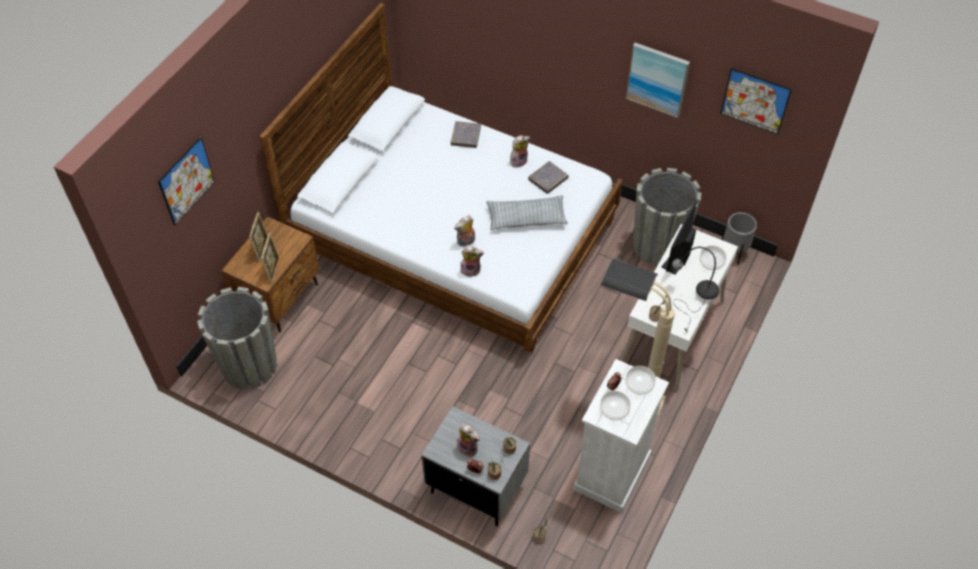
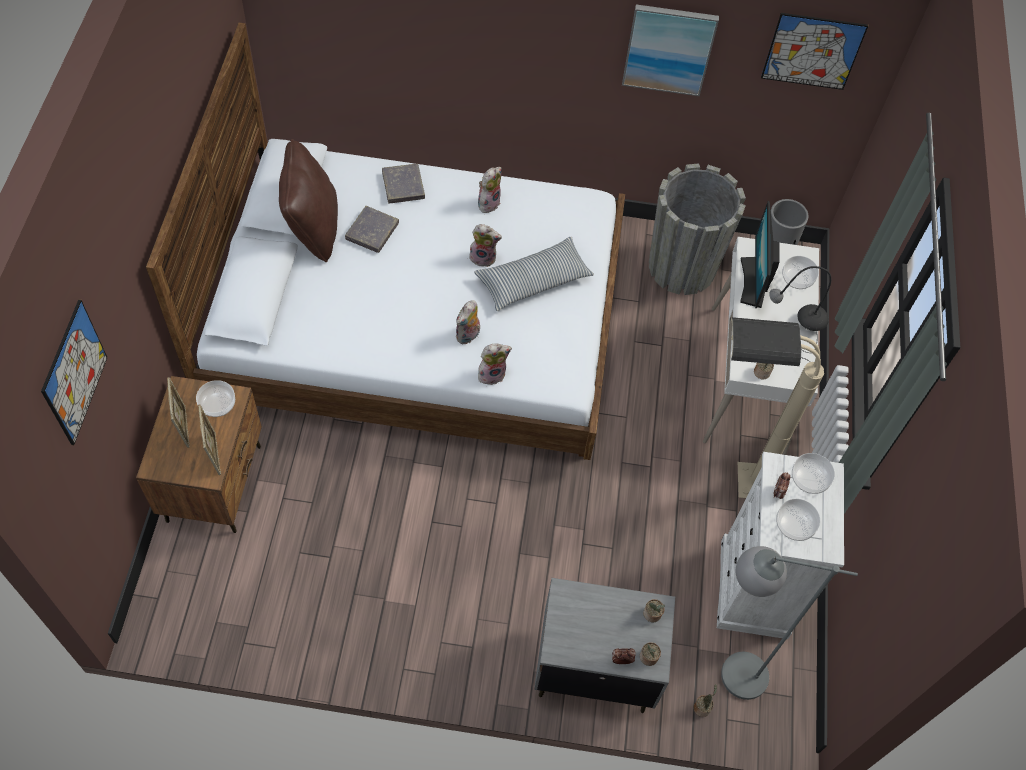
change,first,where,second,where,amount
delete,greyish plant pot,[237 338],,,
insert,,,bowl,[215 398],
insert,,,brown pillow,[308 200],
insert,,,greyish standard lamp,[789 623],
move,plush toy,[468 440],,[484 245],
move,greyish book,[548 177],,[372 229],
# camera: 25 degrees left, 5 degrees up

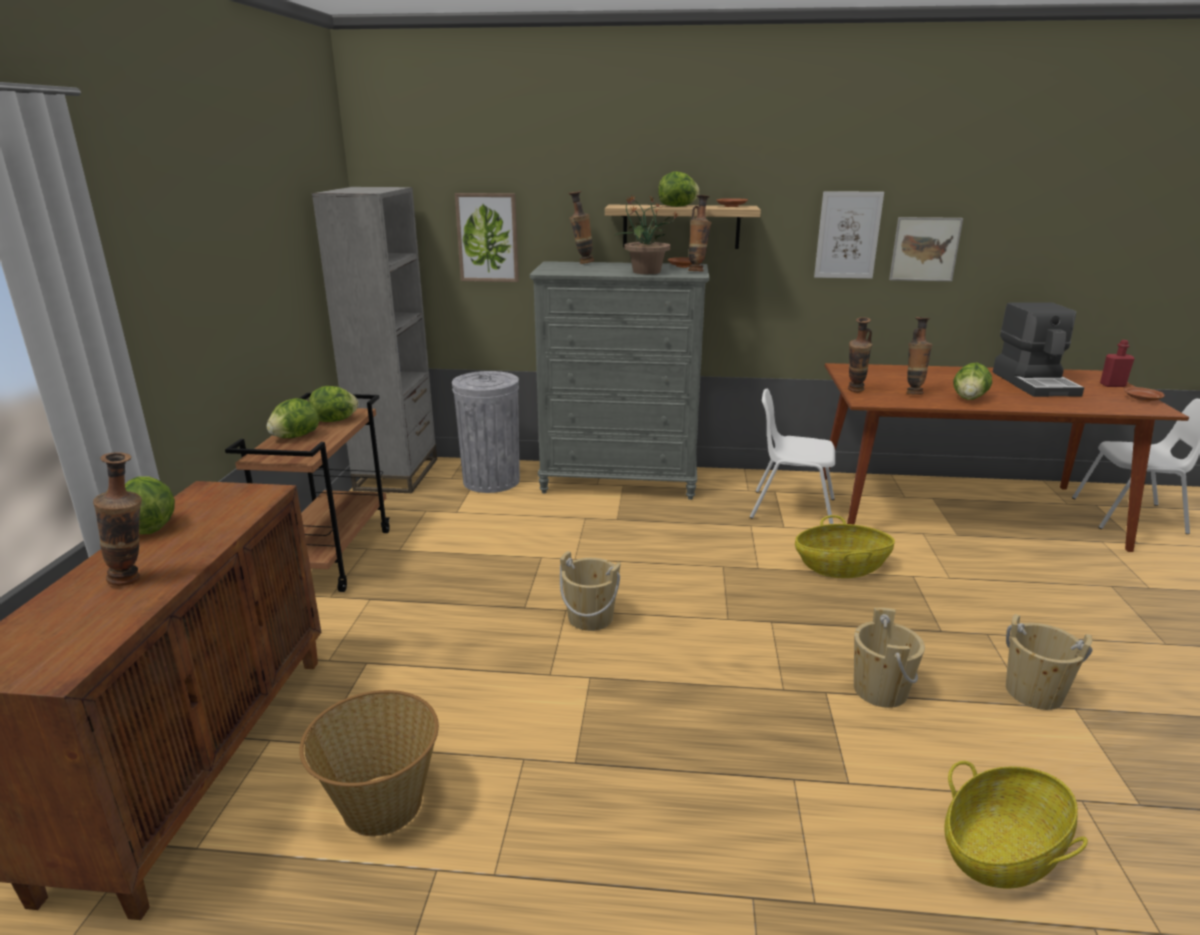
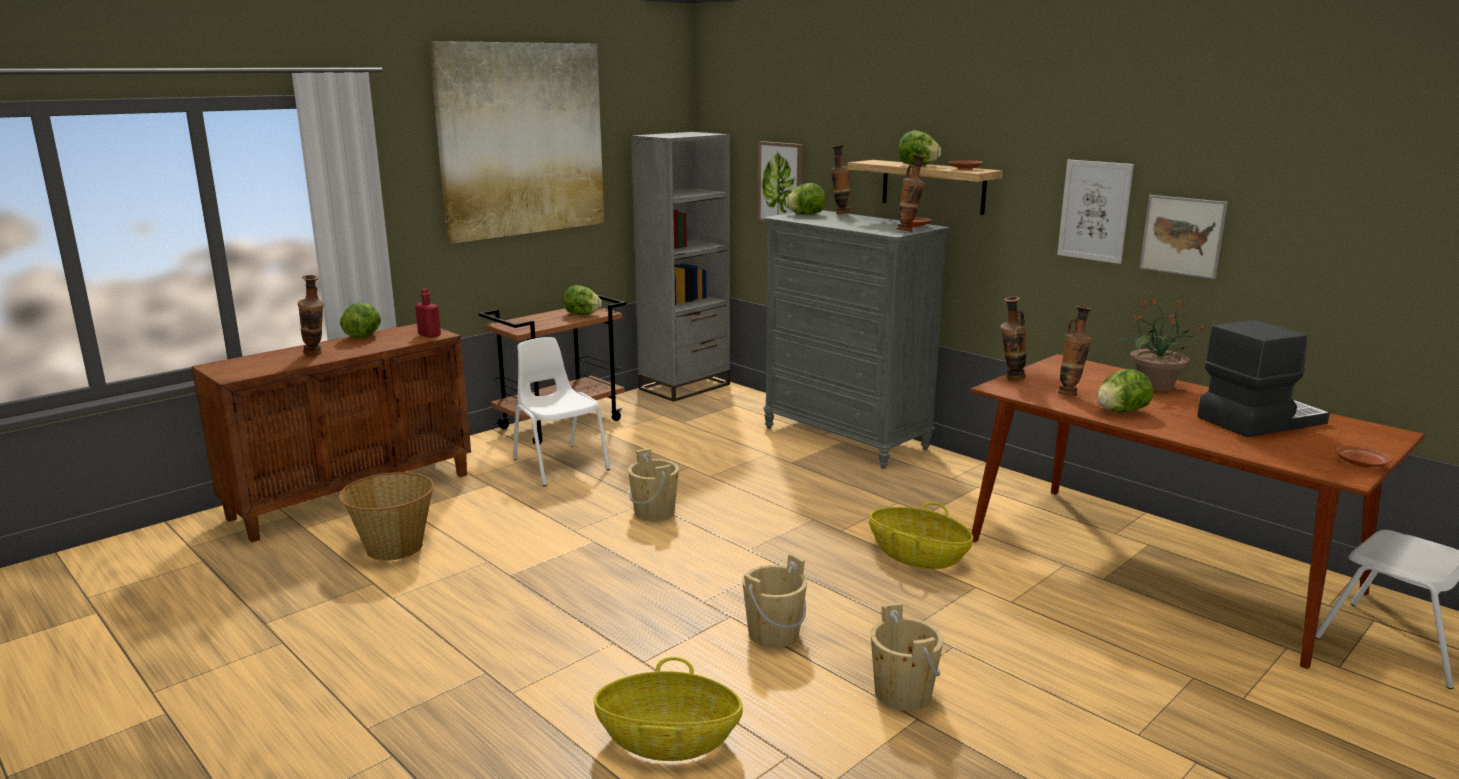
change,first,where,second,where,amount
delete,greyish trash can,[486 432],,,
insert,,,wall picture,[516 142],
move,head of lettuce,[293 418],,[805 199],
move,plant in a pot,[646 235],,[1161 345],
move,white-coloured chair,[792 456],,[561 411],
move,red drink bottle,[1117 363],,[428 313],
rotate,coffee machine,[1038 349],,[1263 378],150 degrees counterclockwise
# camera: 40 degrees right, 5 degrees down

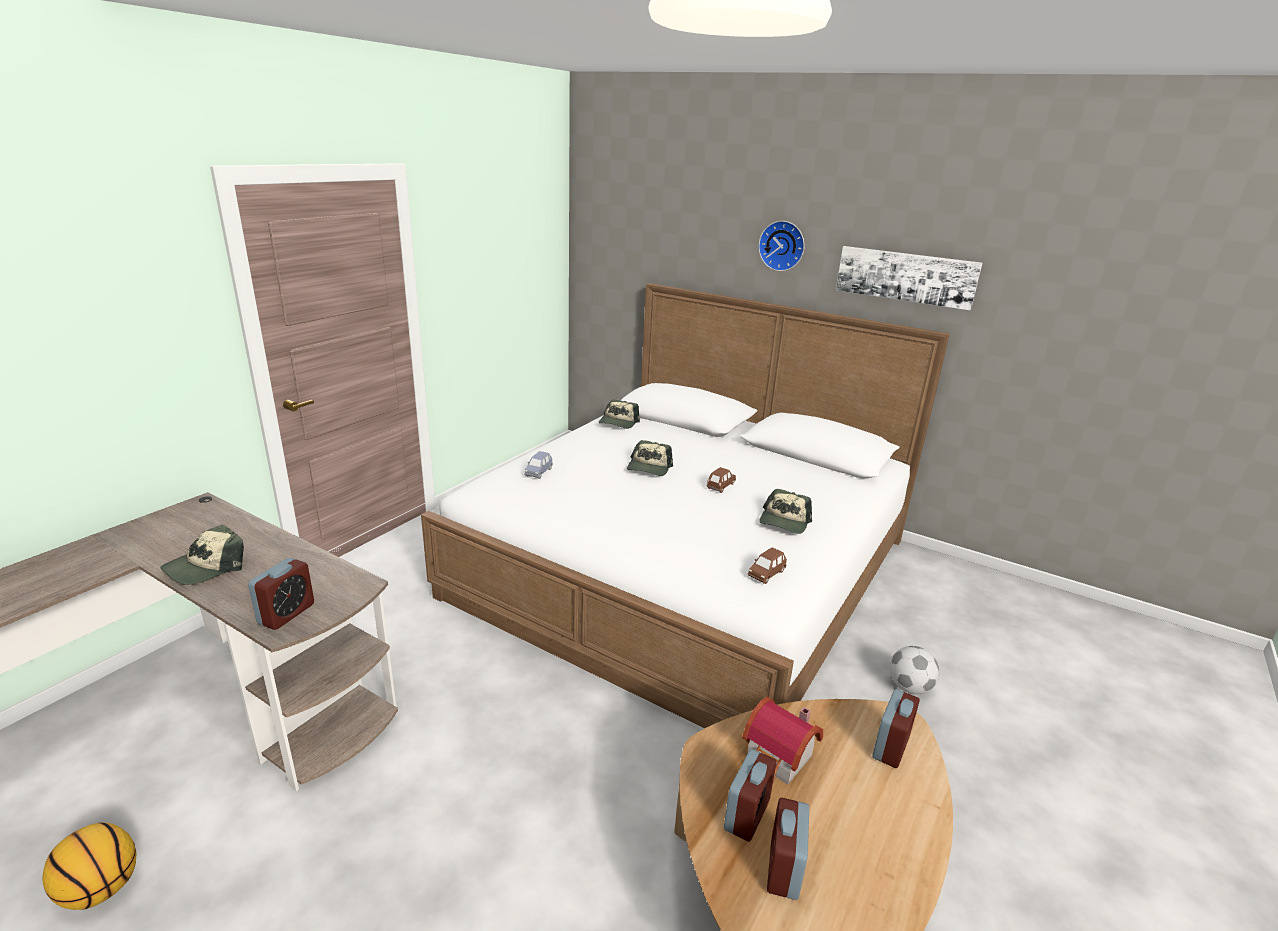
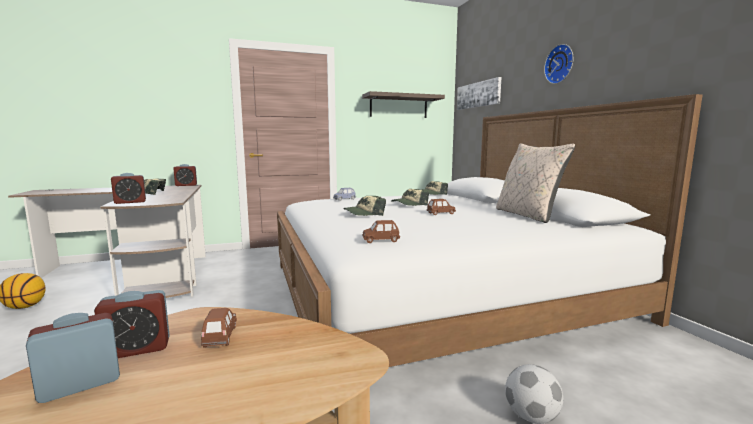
change,first,where,second,where,amount
insert,,,wall shelf,[403 104],
insert,,,beige-coloured pillow,[535 183],
move,baseball cap,[785 511],,[364 206],
move,wall picture,[909 278],,[479 93],
move,bedside clock,[896 728],,[185 175],
replace,miniature house,[782 741],brown model car,[219 328],
# camera: 40 degrees right, 15 degrees down

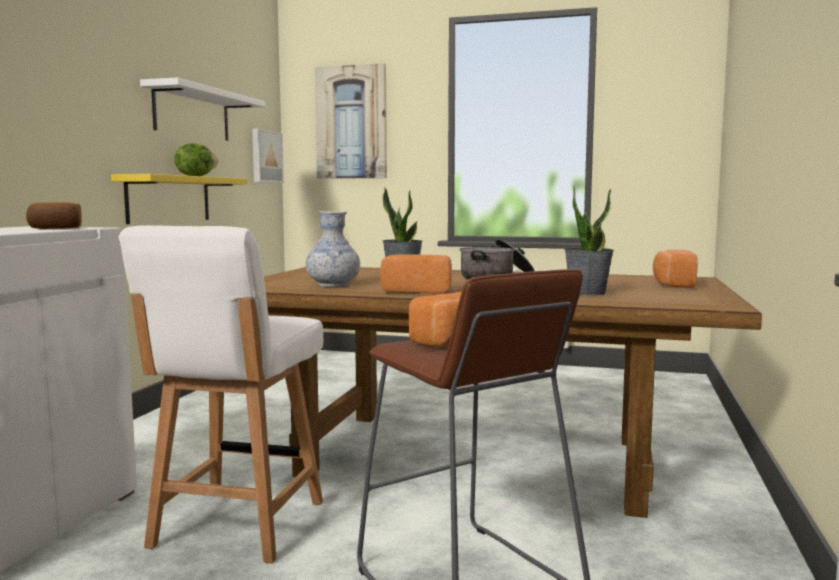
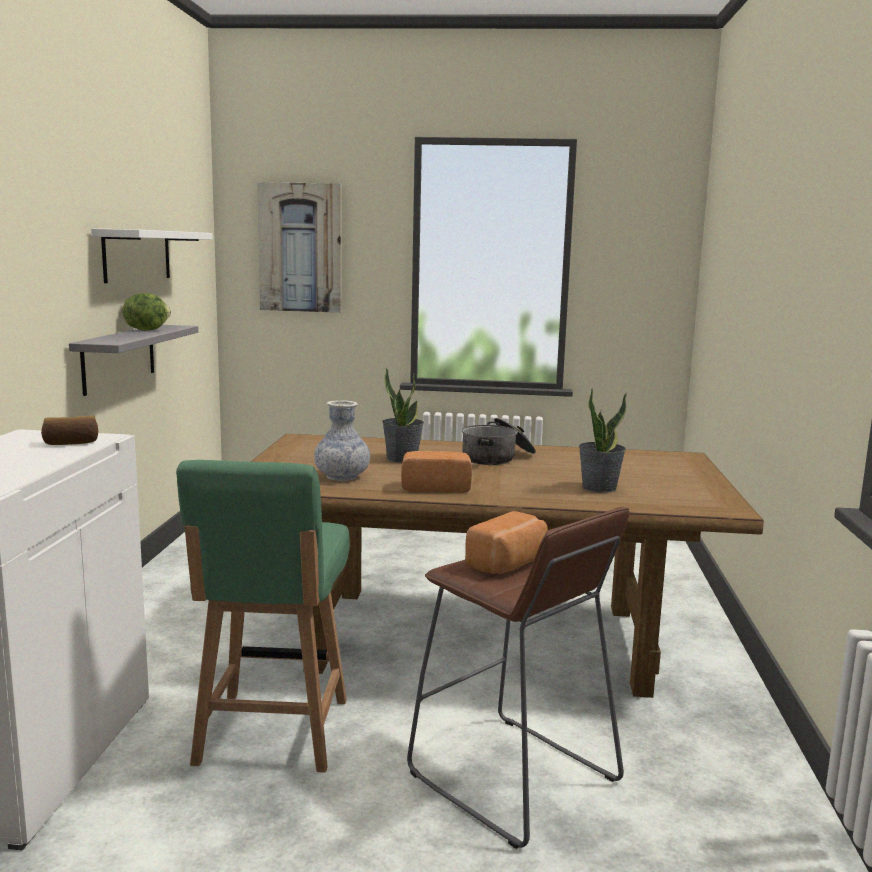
change,first,where,second,where,amount
delete,wall picture,[268 155],,,
delete,bakery bread,[675 268],,,
recolor,yellow wall shelf,[179 199],greyish wall shelf,[133 360],
recolor,white-coloured chair,[221 394],greenish chair,[263 616],
# camera: 10 degrees left, 5 degrees up

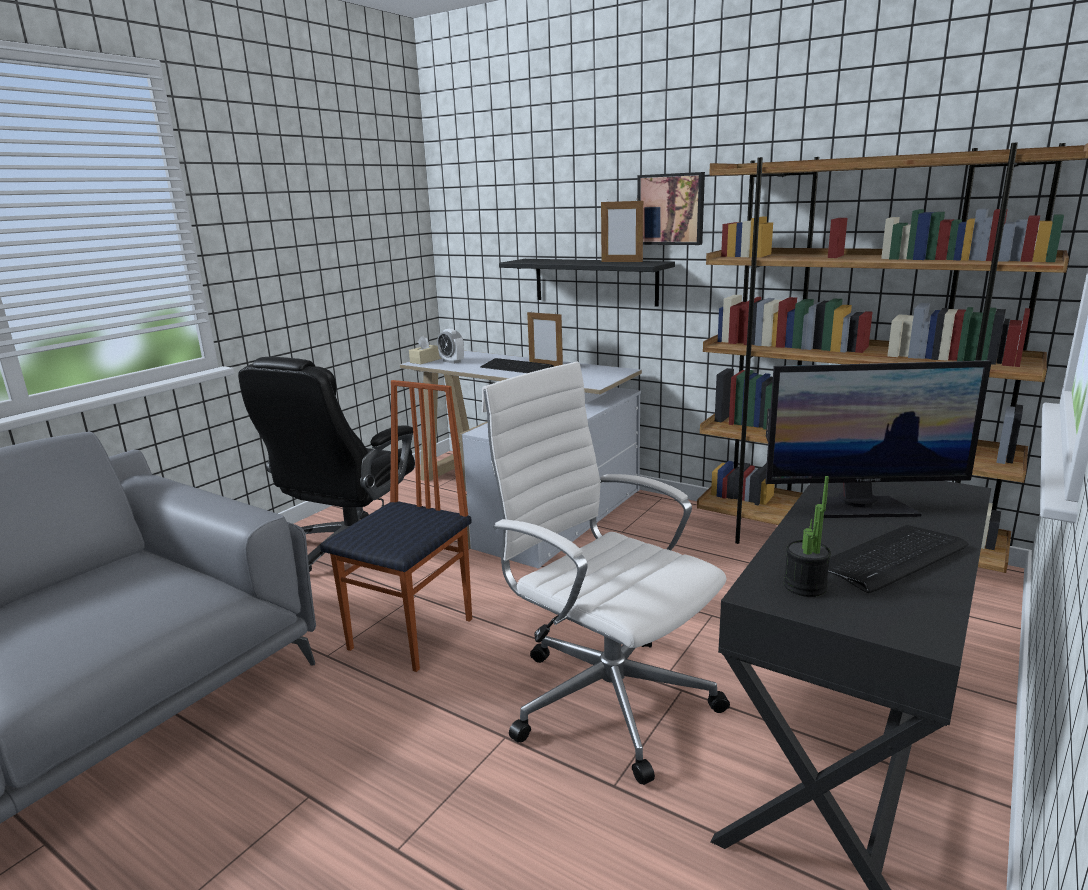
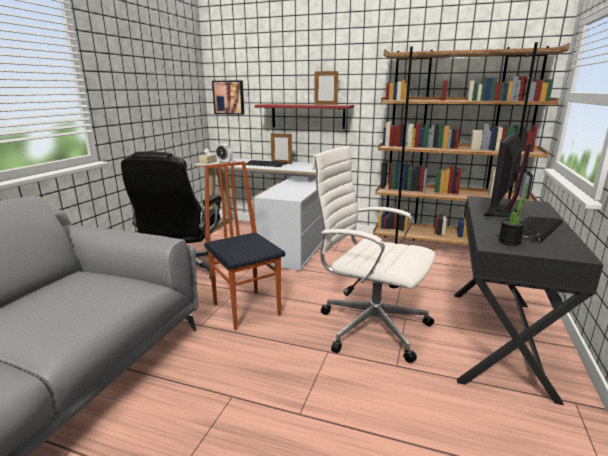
change,first,where,second,where,amount
move,wall picture,[671 208],,[228 97],
recolor,blackish wall shelf,[587 283],red wall shelf,[304 116],
rotate,chair,[396 526],,[244 245],45 degrees counterclockwise
rotate,computer screen,[878 439],,[508 174],135 degrees clockwise
# camera: 15 degrees left, 0 degrees up

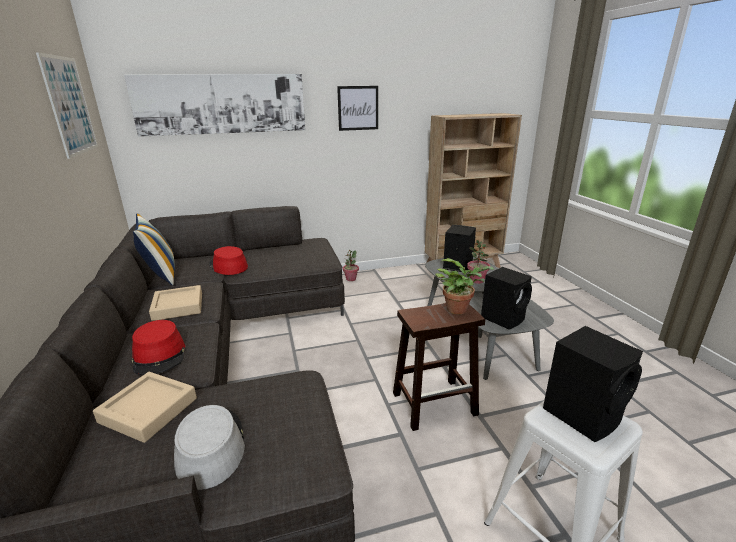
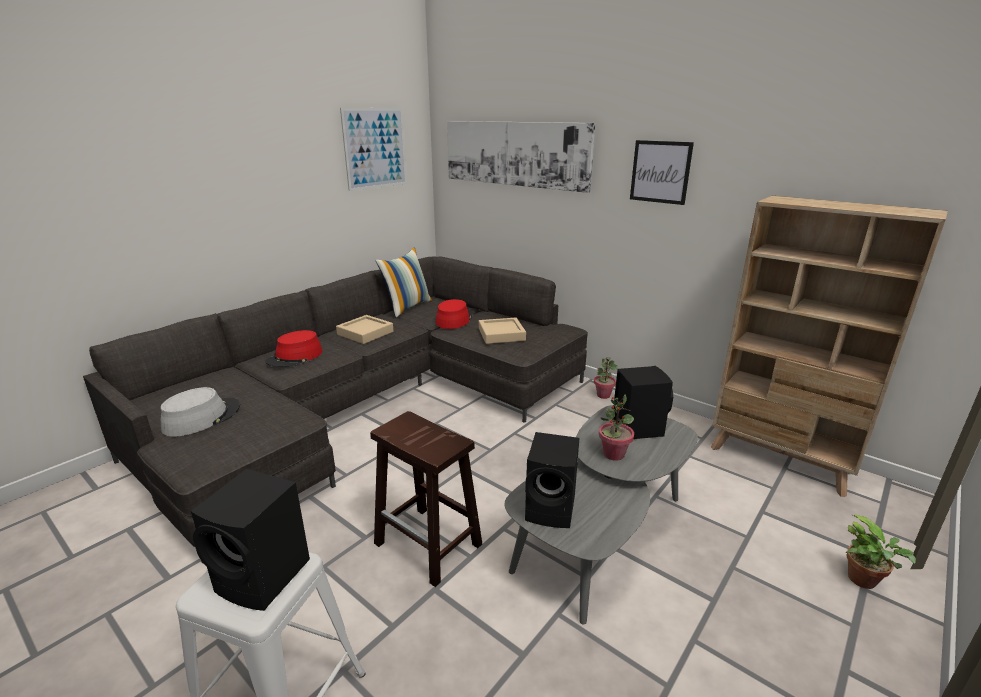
change,first,where,second,where,amount
move,beige-coloured serving tray,[145 407],,[502 330],
move,plant in a pot,[464 286],,[881 552],
# camera: 55 degrees right, 0 degrees up

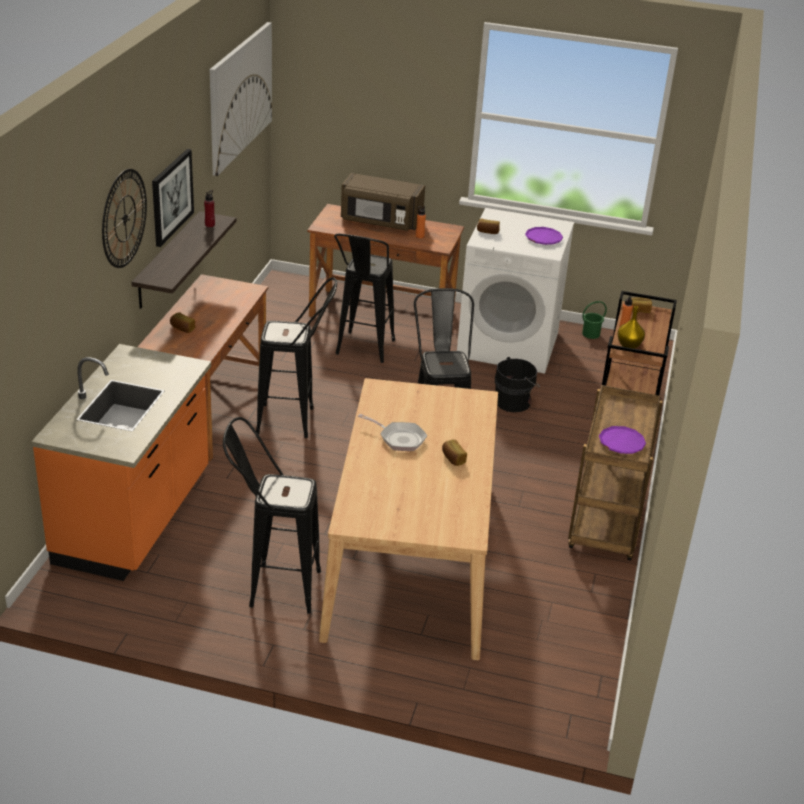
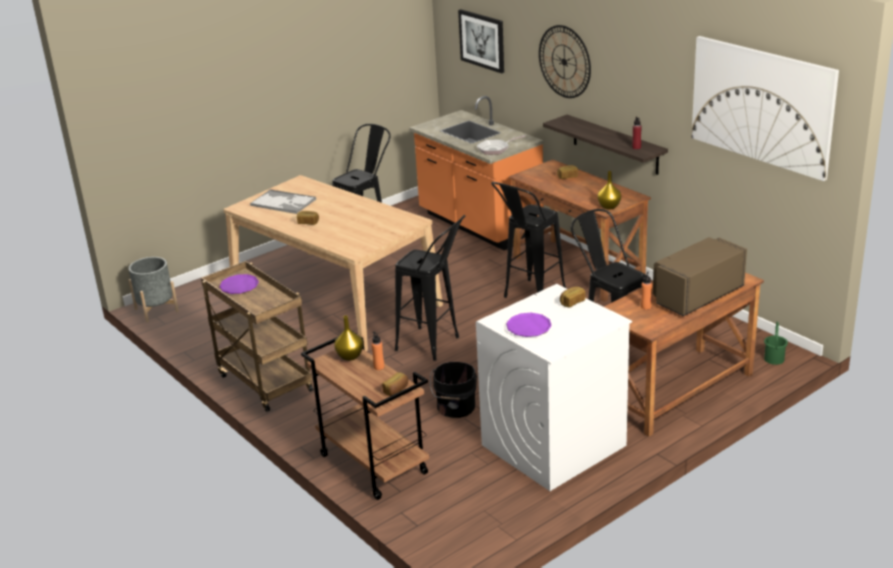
change,first,where,second,where,amount
insert,,,greyish plant pot,[154 289],
insert,,,serving tray,[283 201],
insert,,,yellow vase,[609 190],
move,wall picture,[173 198],,[481 41],
move,frying pan,[392 432],,[501 145],
move,greenish bucket,[594 320],,[776 343],
# camera: 130 degrees right, 5 degrees down

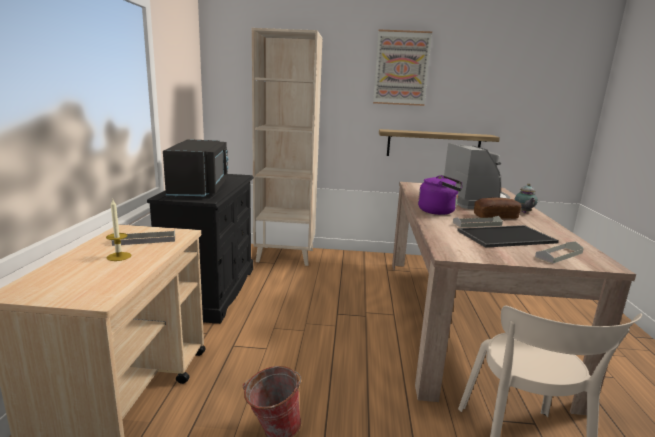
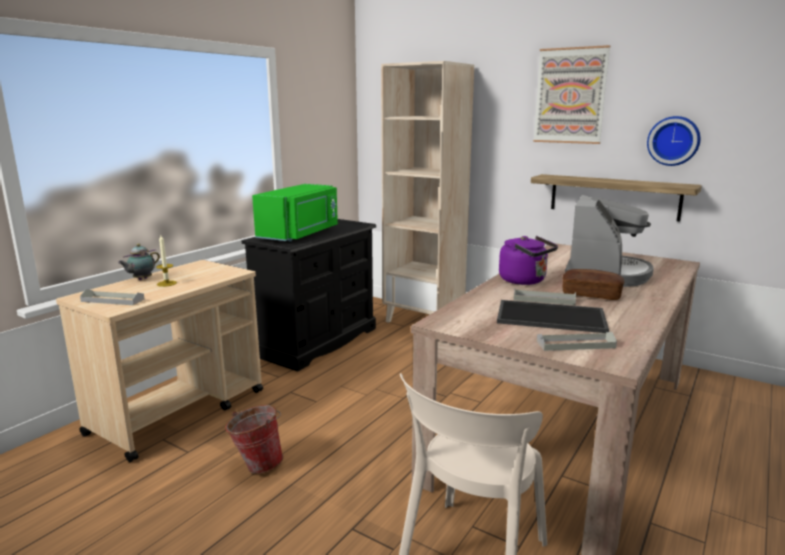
change,first,where,second,where,amount
insert,,,hanging clock,[673 141],
move,greyish serving tray,[143 237],,[112 297],
move,teapot,[526 198],,[139 262],
recolor,blackish microwave oven,[196 168],greenish microwave oven,[295 213],
# camera: 30 degrees right, 0 degrees up

